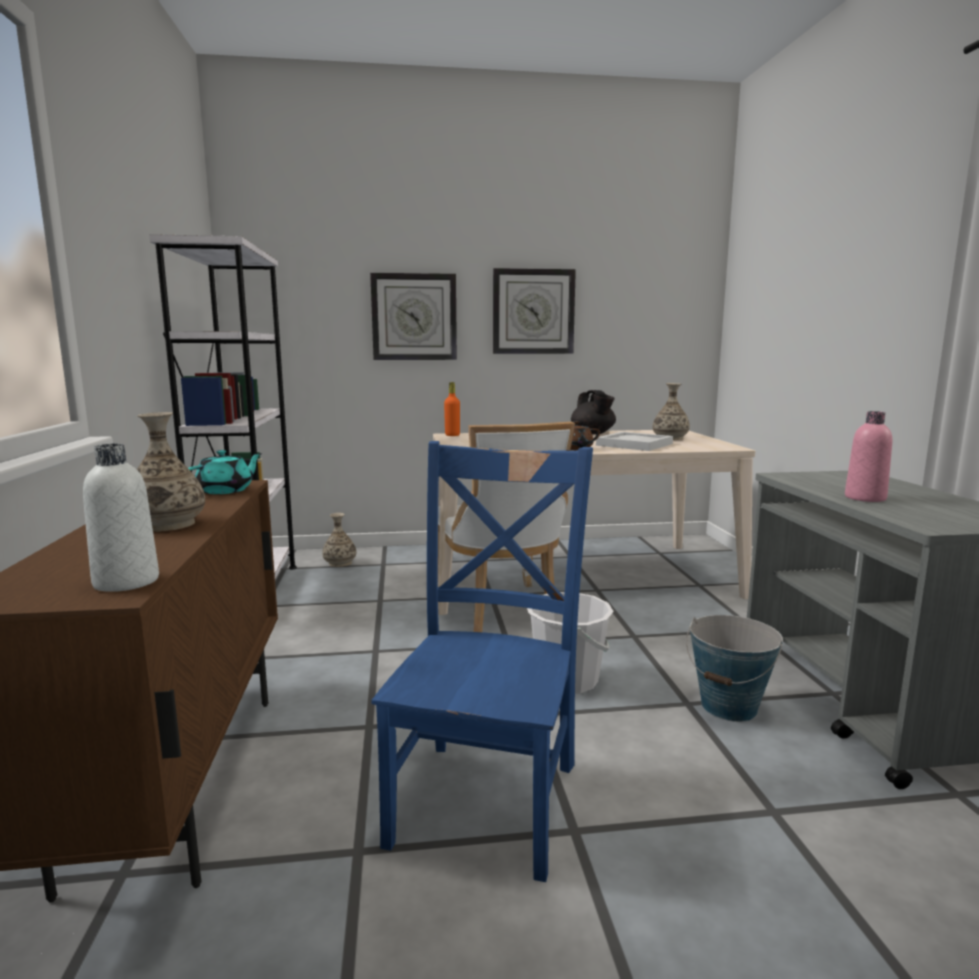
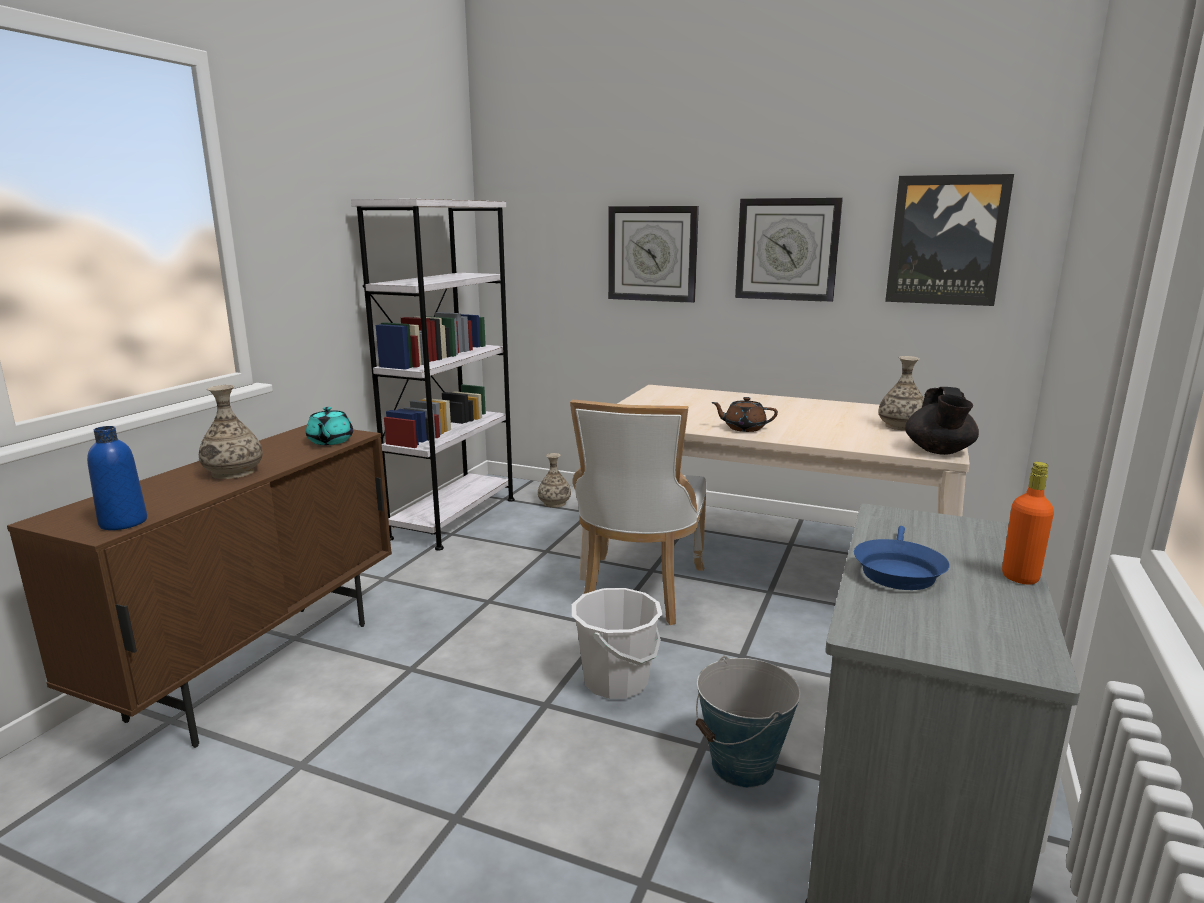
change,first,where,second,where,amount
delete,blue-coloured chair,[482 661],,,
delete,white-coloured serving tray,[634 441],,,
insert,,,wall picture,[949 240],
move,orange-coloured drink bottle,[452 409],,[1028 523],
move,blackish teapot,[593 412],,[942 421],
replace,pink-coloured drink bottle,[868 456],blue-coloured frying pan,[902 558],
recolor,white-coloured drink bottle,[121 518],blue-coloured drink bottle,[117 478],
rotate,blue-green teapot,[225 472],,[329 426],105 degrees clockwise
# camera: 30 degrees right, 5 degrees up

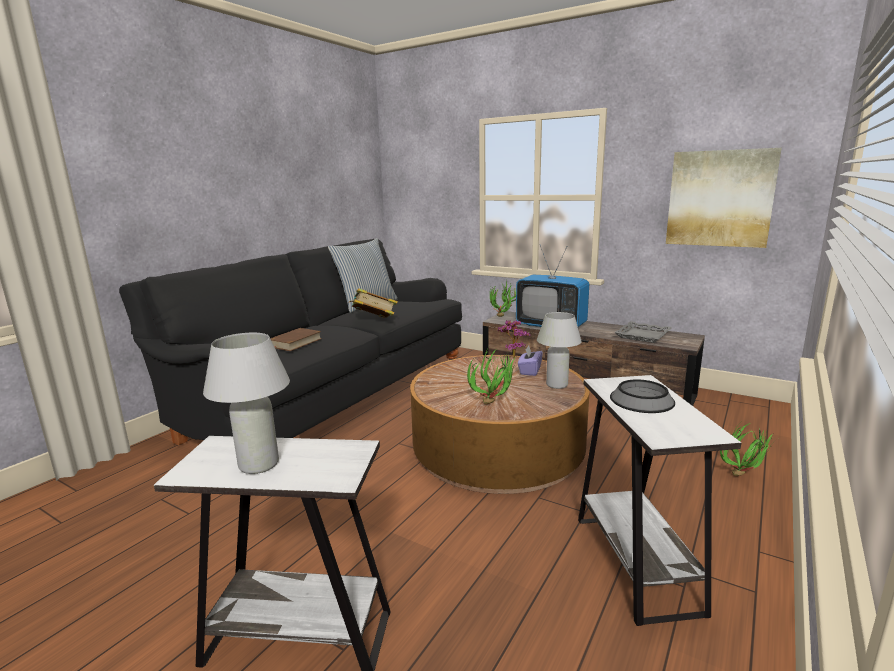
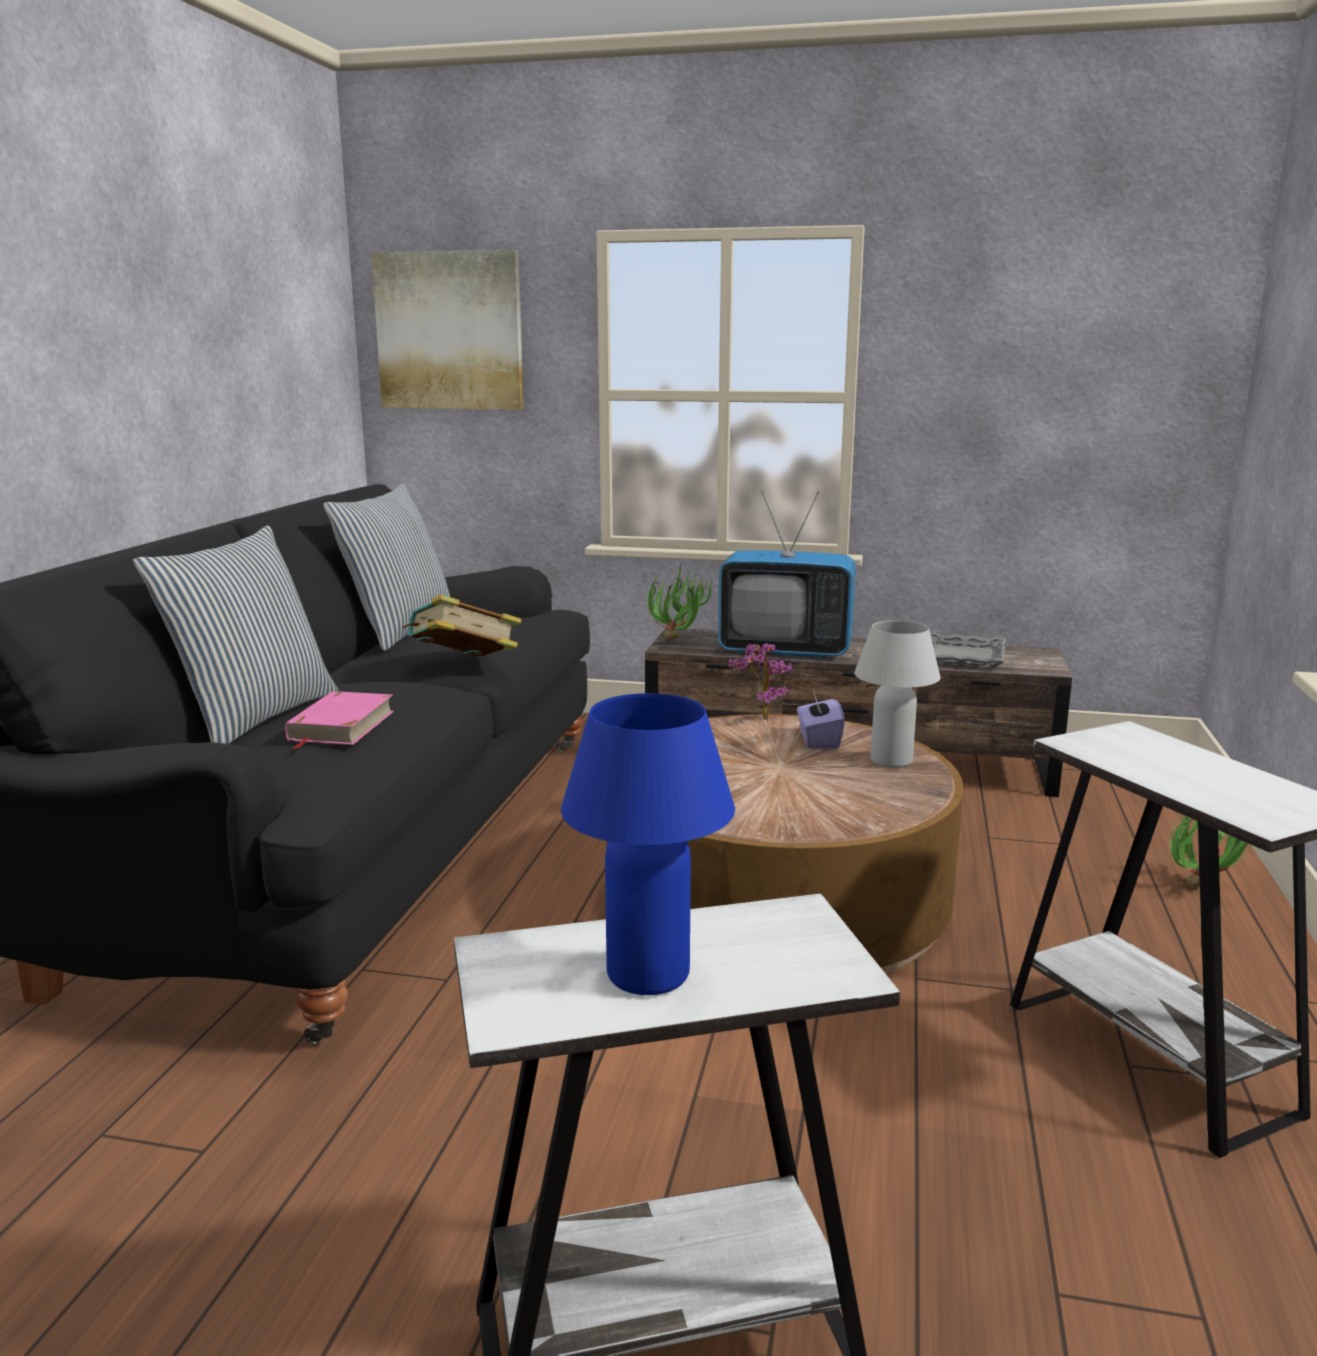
change,first,where,second,where,amount
delete,plant in a pot,[491 375],,,
delete,bowl,[642 396],,,
insert,,,pillow,[236 634],
move,wall picture,[724 198],,[447 330],
recolor,white-coloured lamp for a table,[246 403],blue-coloured lamp for a table,[648 844],
recolor,brown book,[296 339],pink-coloured book,[339 720],
# camera: 20 degrees left, 0 degrees up

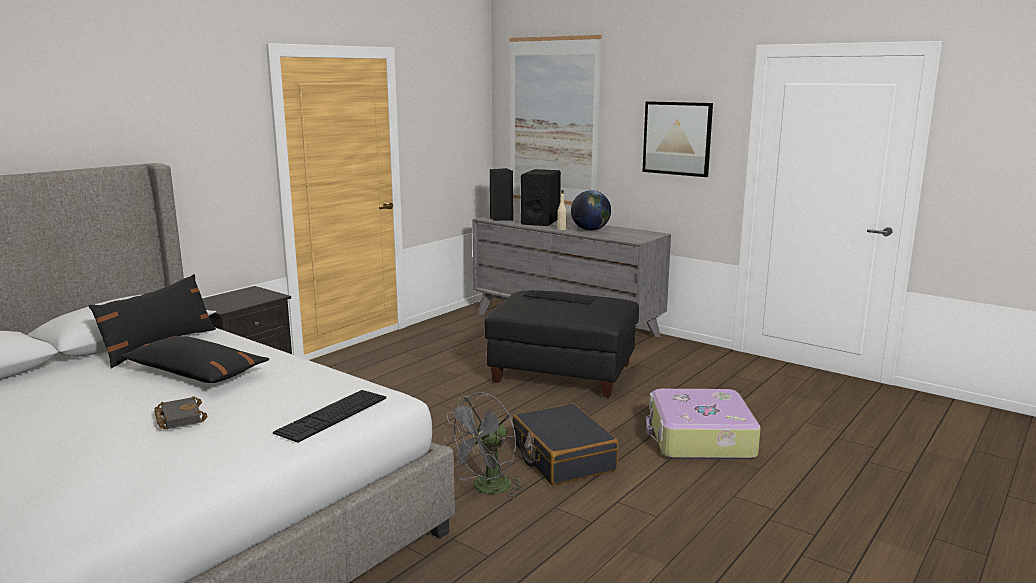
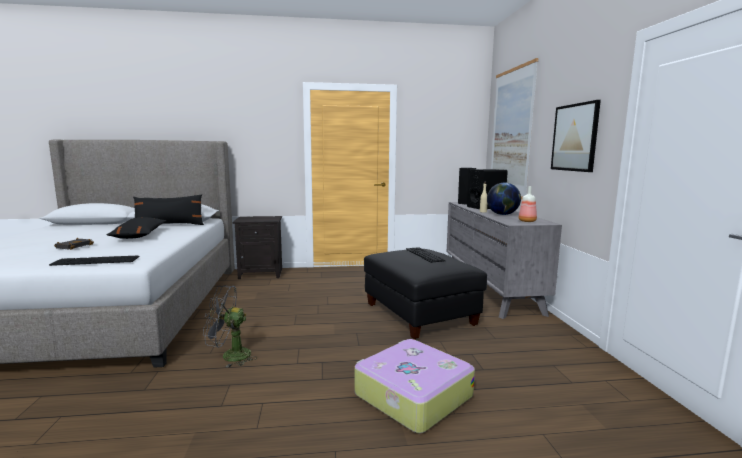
change,first,where,second,where,amount
delete,blackish piece of luggage,[566 444],,,
insert,,,drink bottle,[528 204],
# camera: 45 degrees right, 5 degrees down

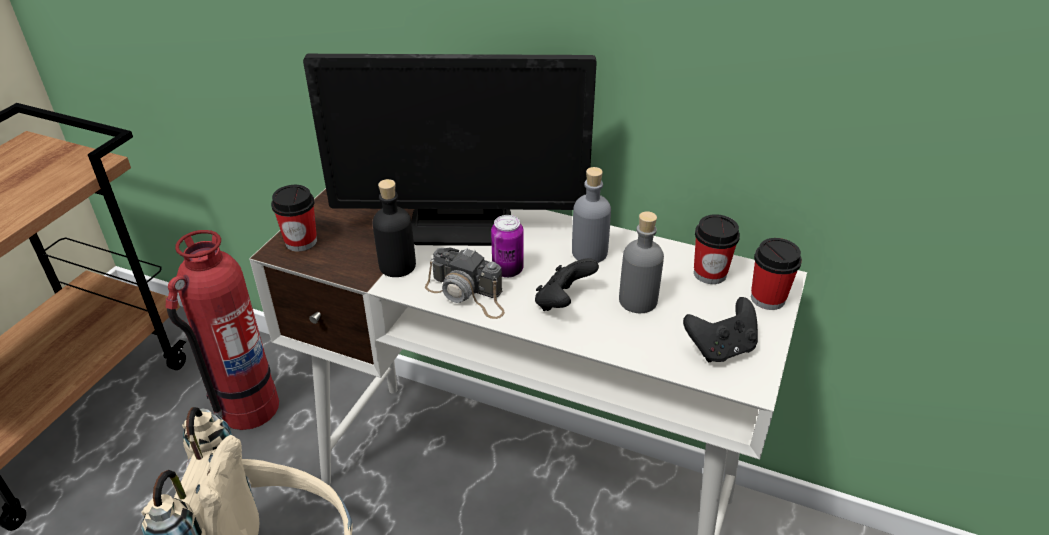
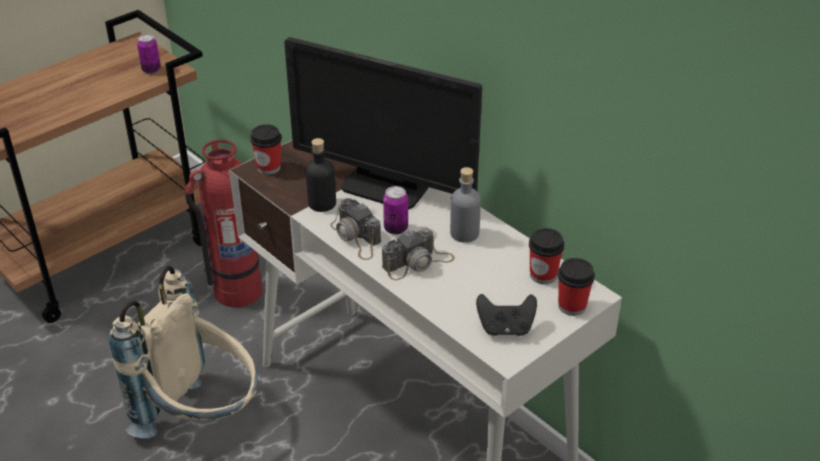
change,first,where,second,where,amount
delete,greyish drink bottle,[641 262],,,
insert,,,can,[149 54],
replace,blackish gamepad,[567 284],still camera,[418 254],
# camera: 25 degrees right, 0 degrees up

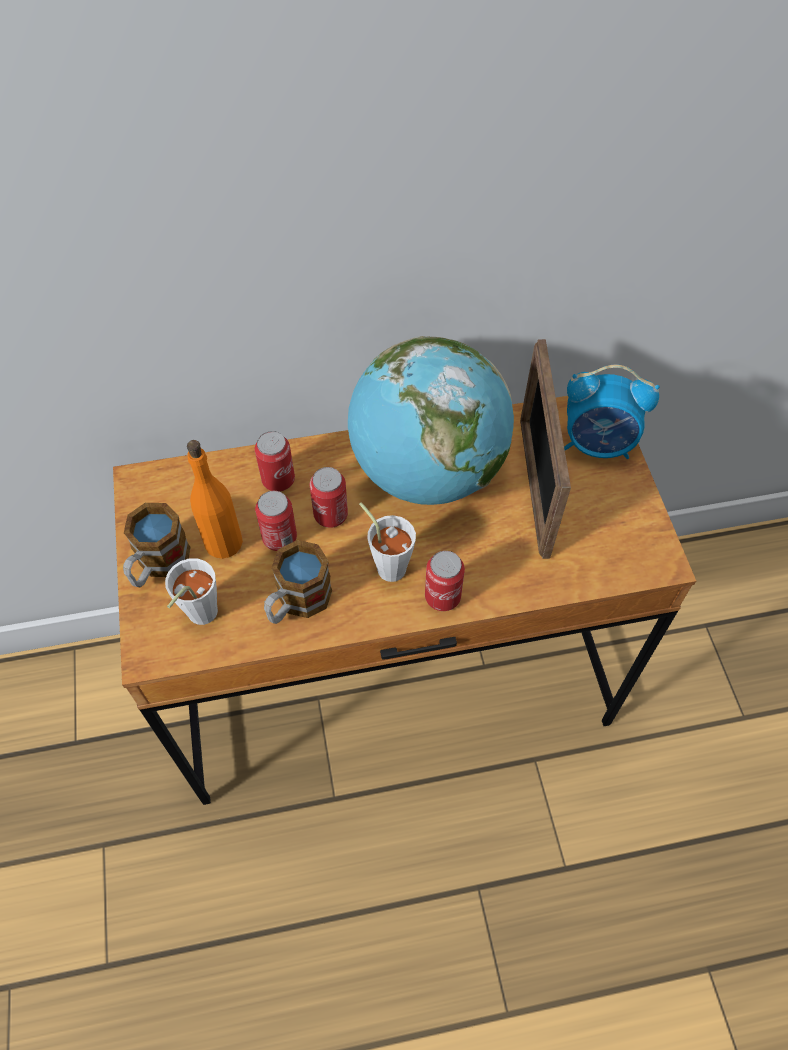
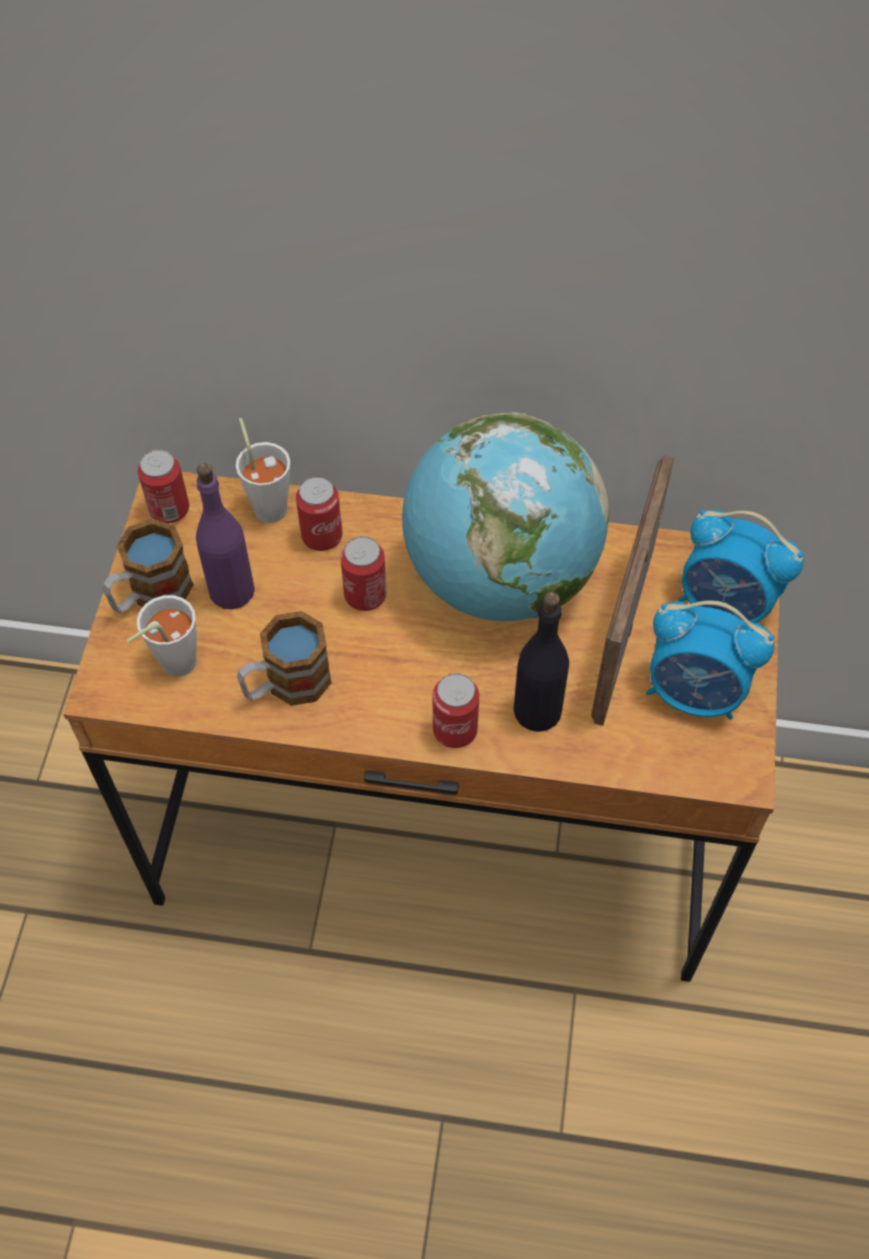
change,first,where,second,where,amount
insert,,,blackish drink bottle,[541 662],
insert,,,bedside clock,[710 660],
move,can,[276 521],,[163 486],
move,white-coloured small cup,[387 542],,[263 470],
recolor,orange-coloured drink bottle,[215 499],purplish drink bottle,[225 536],
# camera: 20 degrees right, 0 degrees up

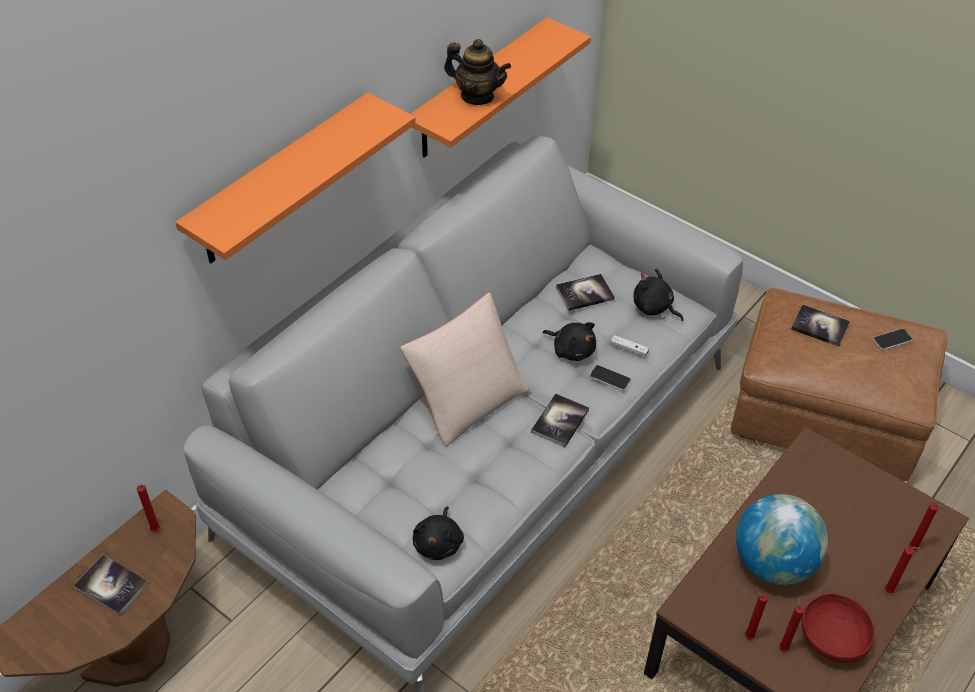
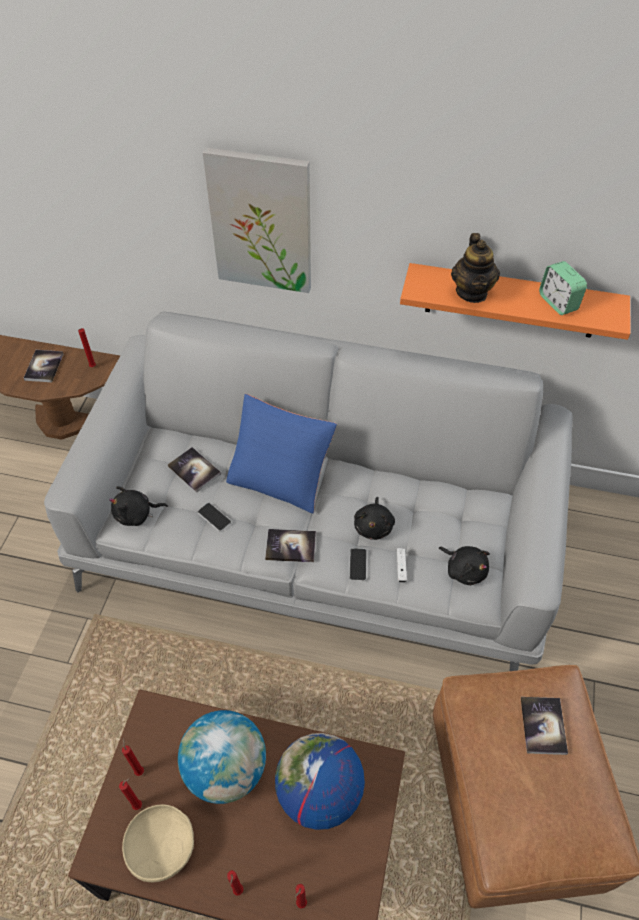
change,first,where,second,where,amount
insert,,,world globe,[320 781],
insert,,,bedside clock,[563 288],
move,book,[585 292],,[194 470],
move,telephone,[893 339],,[215 517],
replace,orange-coloured wall shelf,[295 177],wall picture,[257 220],
recolor,beige-coloured pillow,[465 369],blue-coloured pillow,[281 453],
recolor,red bowl,[838 628],beige-coloured bowl,[158 843],
rotate,blackish plush toy,[658 295],,[464 565],120 degrees clockwise
# camera: 65 degrees right, 5 degrees up

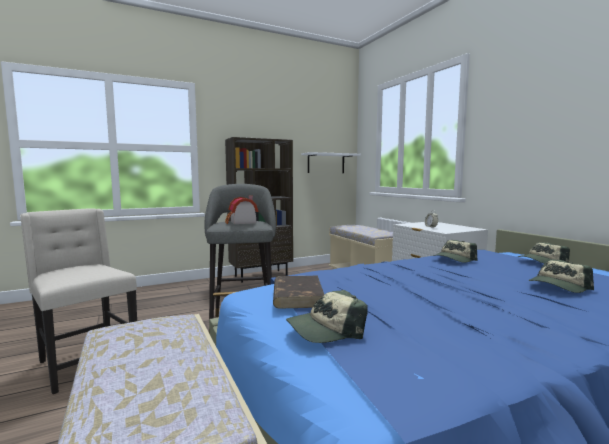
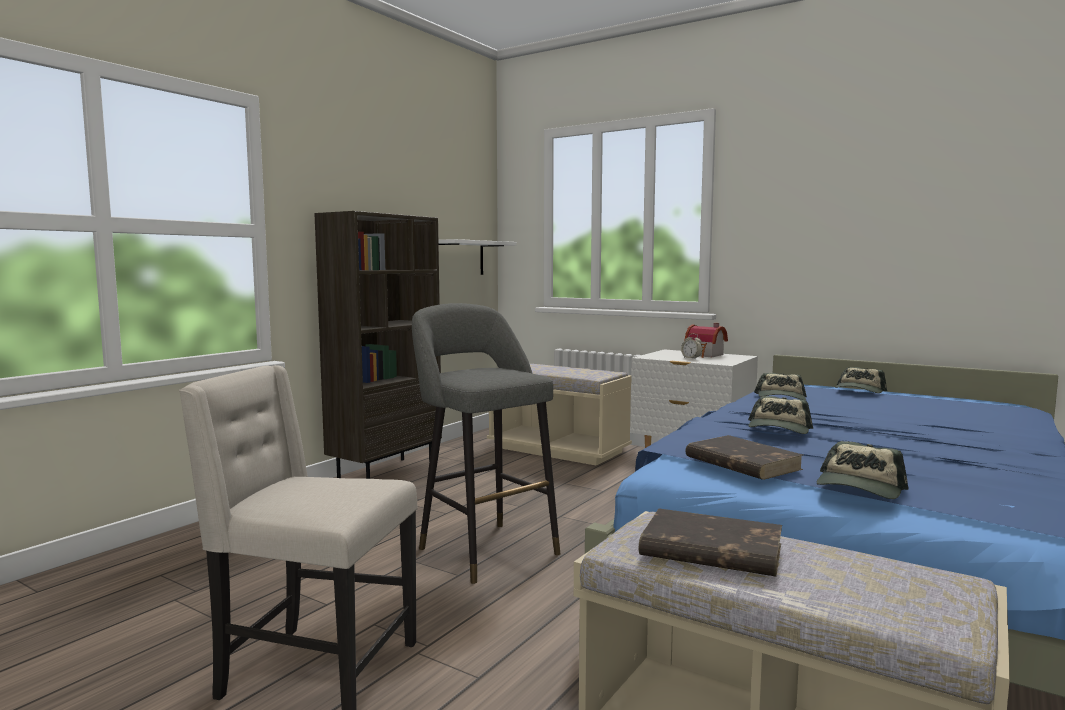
change,first,where,second,where,amount
insert,,,brown book,[710 542],
move,miniature house,[241 210],,[706 340],
move,baseball cap,[561 276],,[780 415],
# camera: 30 degrees left, 0 degrees up

